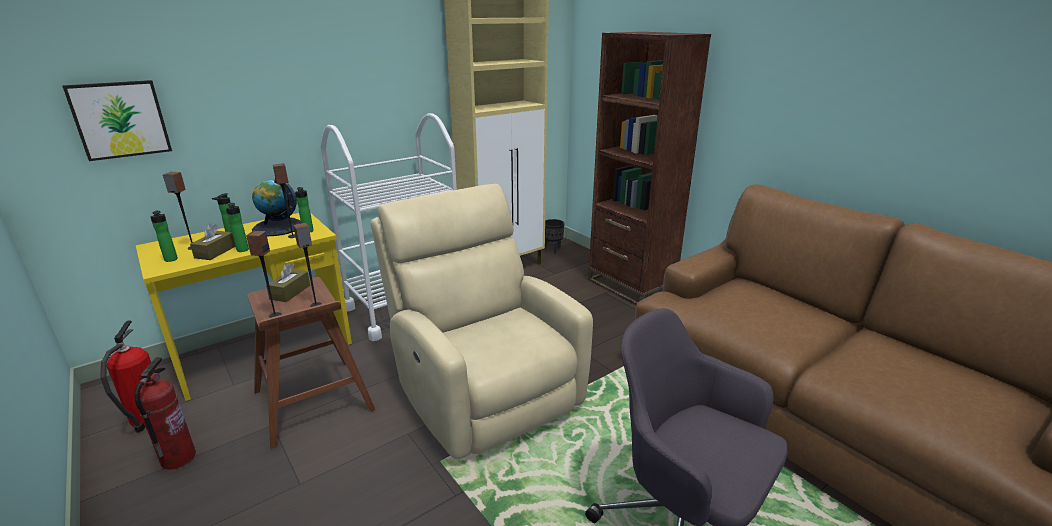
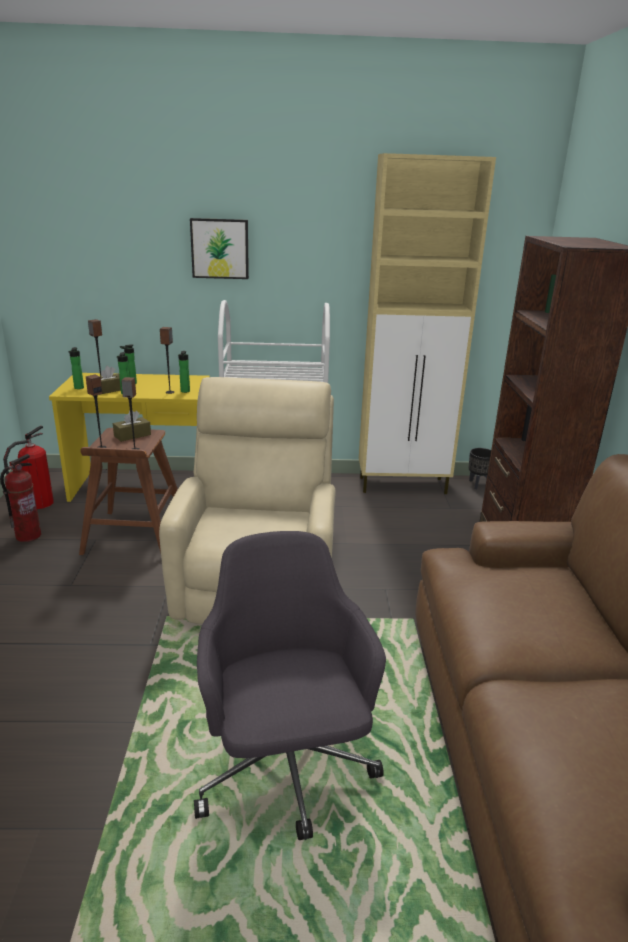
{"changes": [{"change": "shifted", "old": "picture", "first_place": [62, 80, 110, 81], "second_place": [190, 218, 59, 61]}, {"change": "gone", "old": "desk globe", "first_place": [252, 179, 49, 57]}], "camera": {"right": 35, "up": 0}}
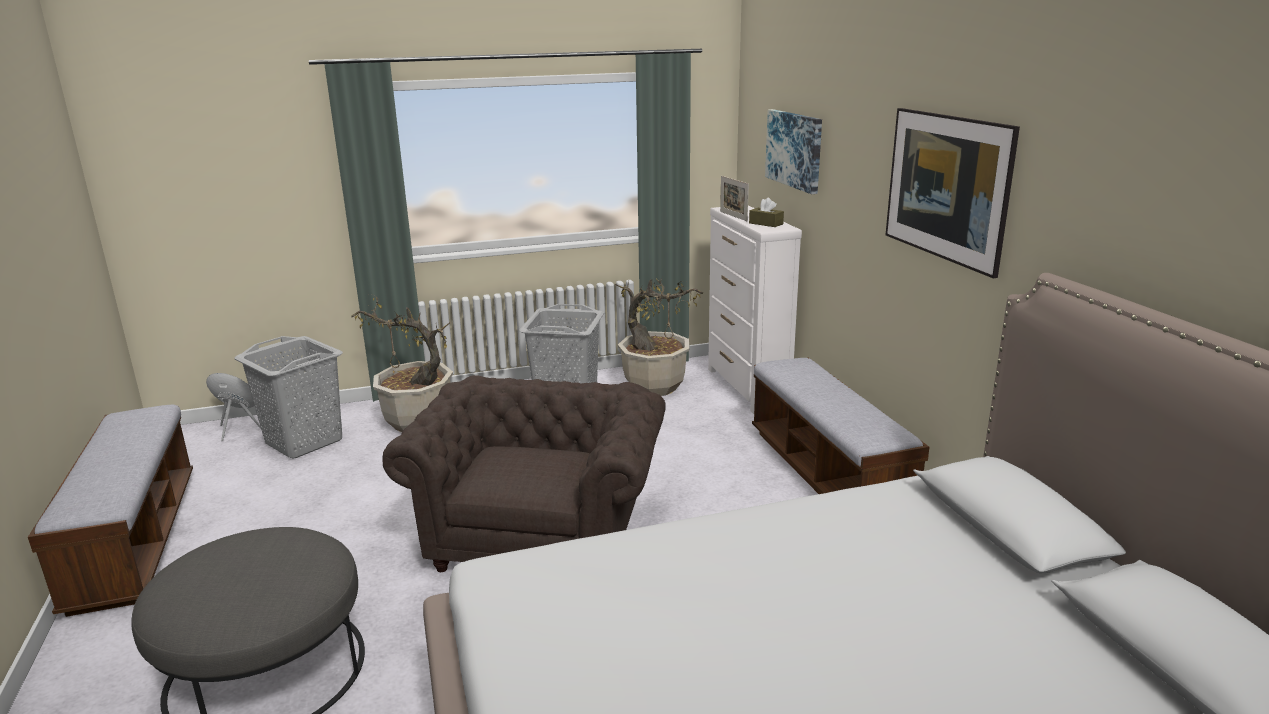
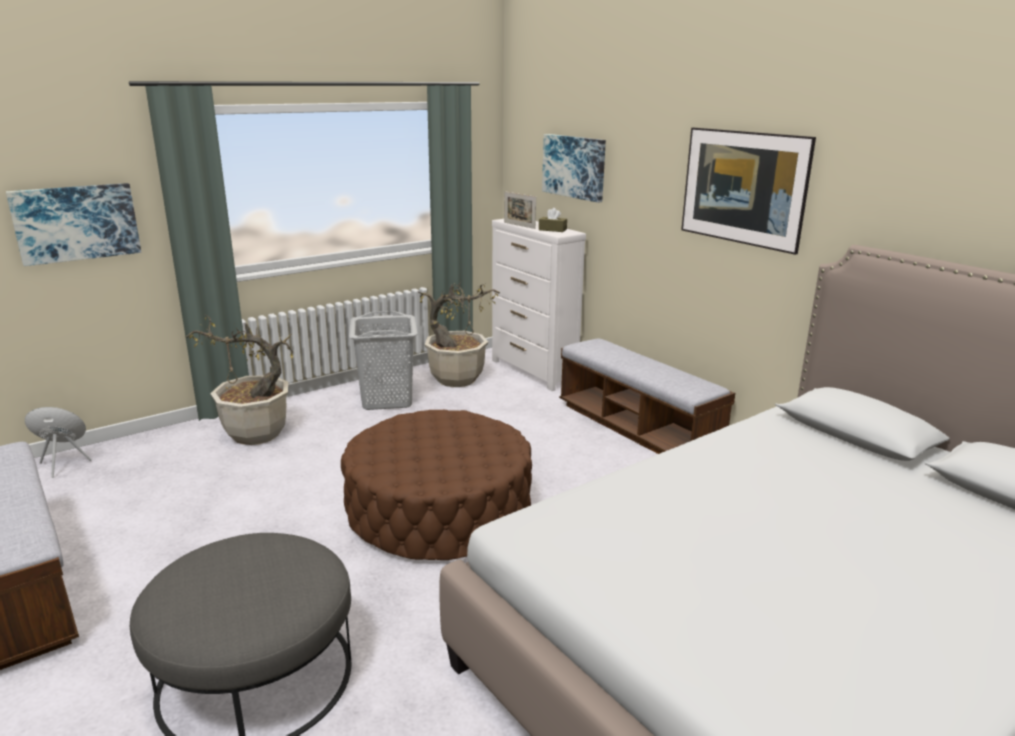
{"changes": [{"change": "gone", "old": "washing basket in gray", "first_place": [234, 336, 109, 123]}, {"change": "swapped", "old": "easy chair in brownish", "new": "ottoman in brownish", "first_place": [383, 375, 282, 197], "second_place": [341, 410, 191, 150]}, {"change": "new", "new": "picture", "second_place": [6, 183, 135, 83]}], "camera": {"right": -20, "up": 0}}
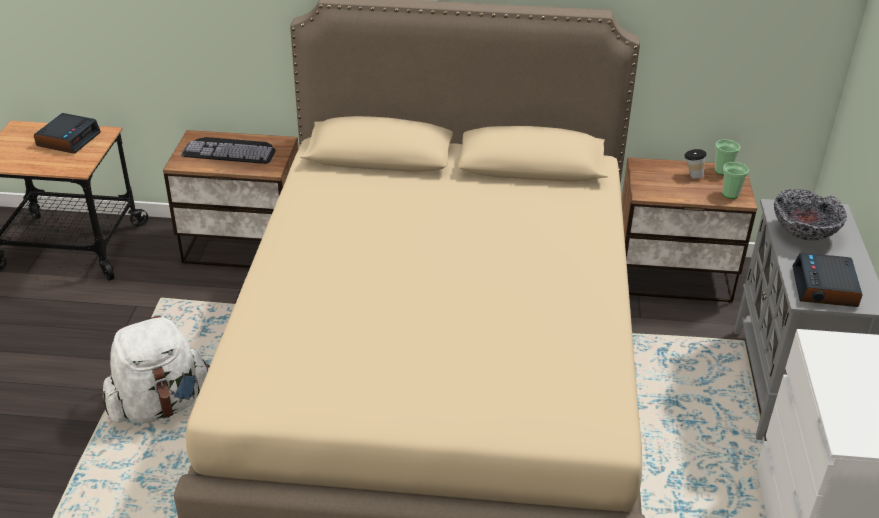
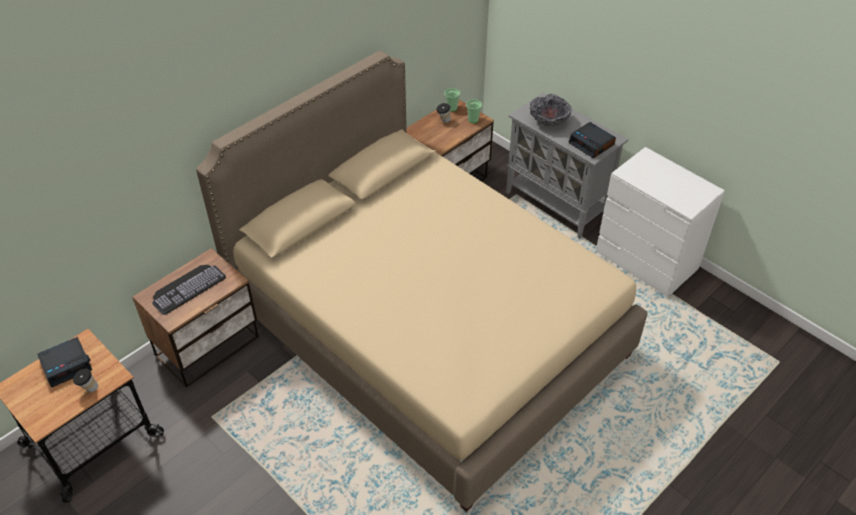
{"changes": [{"change": "rotated", "old": "table clock", "first_place": [34, 113, 67, 41], "second_place": [37, 337, 55, 51], "degrees": 90}, {"change": "gone", "old": "backpack in white", "first_place": [102, 316, 108, 108]}, {"change": "new", "new": "drinking cup", "second_place": [73, 369, 25, 23]}], "camera": {"right": -50, "up": 10}}
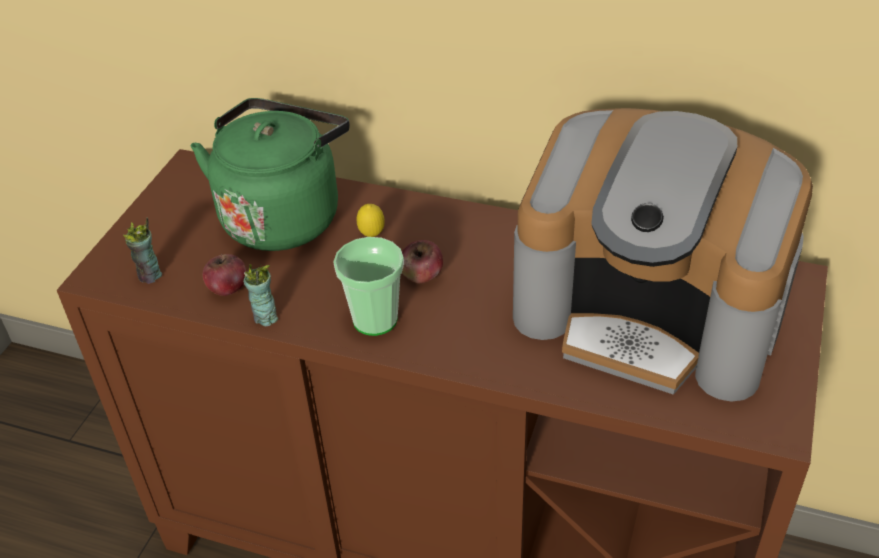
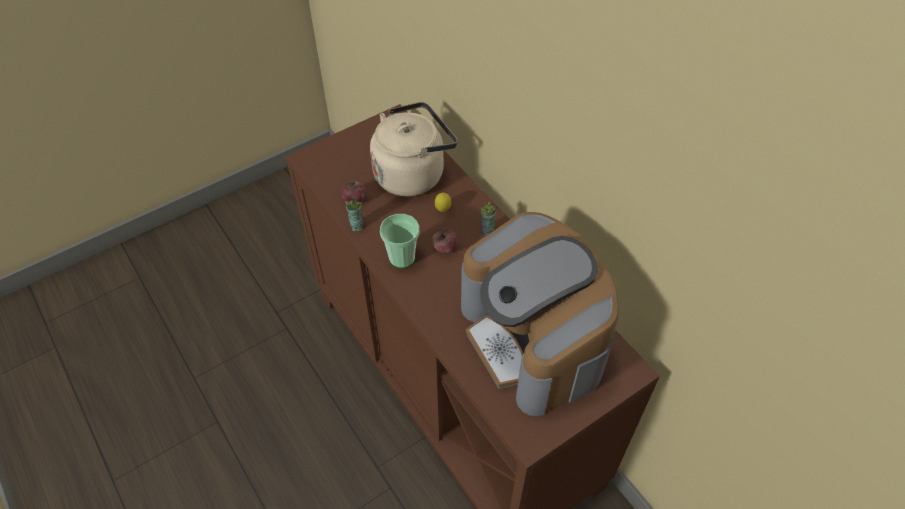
{"changes": [{"change": "shifted", "old": "drinking cup", "first_place": [123, 218, 39, 66], "second_place": [481, 202, 16, 34]}, {"change": "repainted", "old": "water kettle in greenish", "new": "water kettle in sand-coloured", "first_place": [191, 98, 159, 153], "second_place": [370, 102, 88, 94]}], "camera": {"right": 35, "up": 10}}
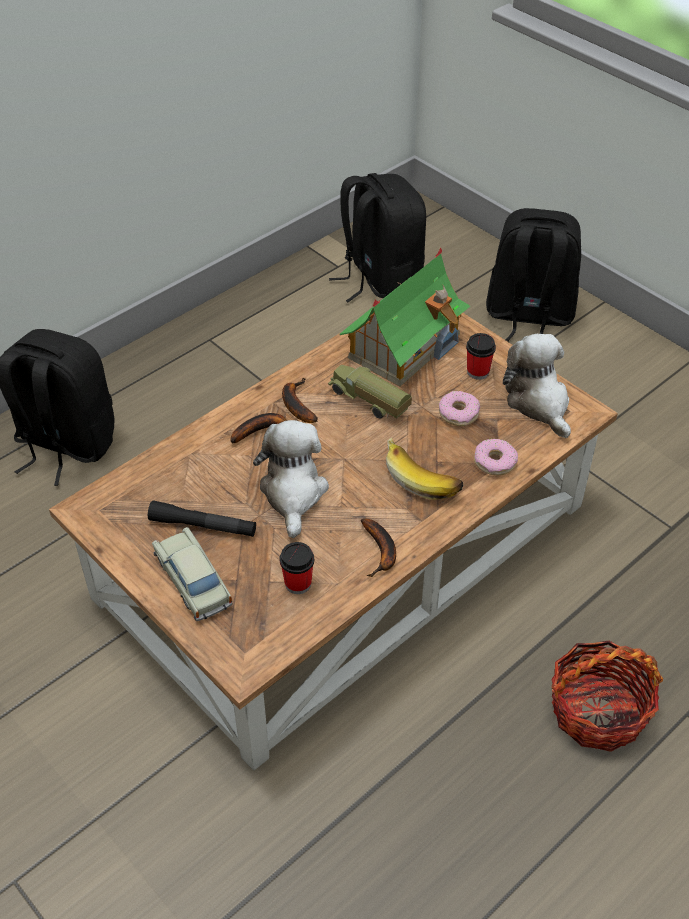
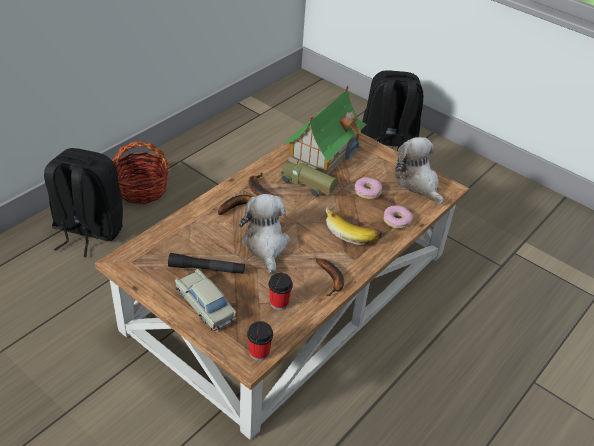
{"changes": [{"change": "gone", "old": "backpack in black-coloured", "first_place": [329, 173, 97, 129]}, {"change": "shifted", "old": "drinking cup", "first_place": [466, 333, 30, 47], "second_place": [247, 321, 26, 40]}, {"change": "shifted", "old": "basket", "first_place": [551, 641, 112, 111], "second_place": [112, 141, 58, 63]}], "camera": {"right": -10, "up": -5}}
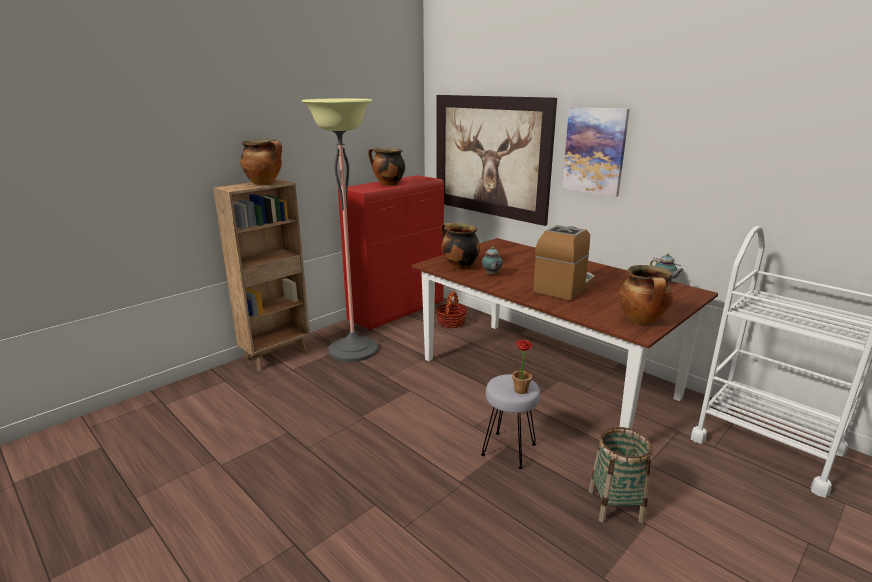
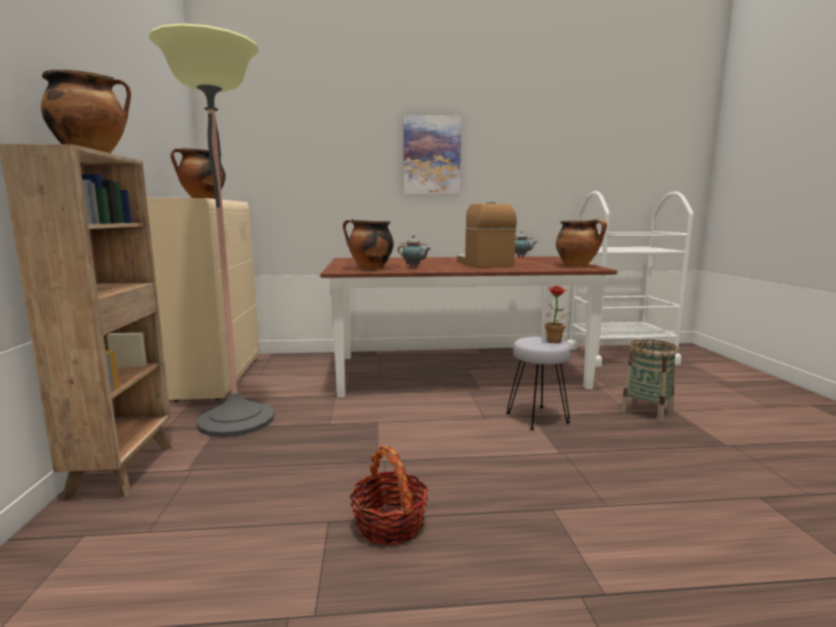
{"changes": [{"change": "repainted", "old": "storage cabinet in red-coloured", "new": "storage cabinet in sand-coloured", "first_place": [338, 175, 106, 156], "second_place": [147, 198, 112, 204]}, {"change": "gone", "old": "picture", "first_place": [436, 95, 121, 131]}, {"change": "shifted", "old": "basket", "first_place": [436, 291, 31, 37], "second_place": [349, 446, 79, 99]}], "camera": {"right": -50, "up": -10}}
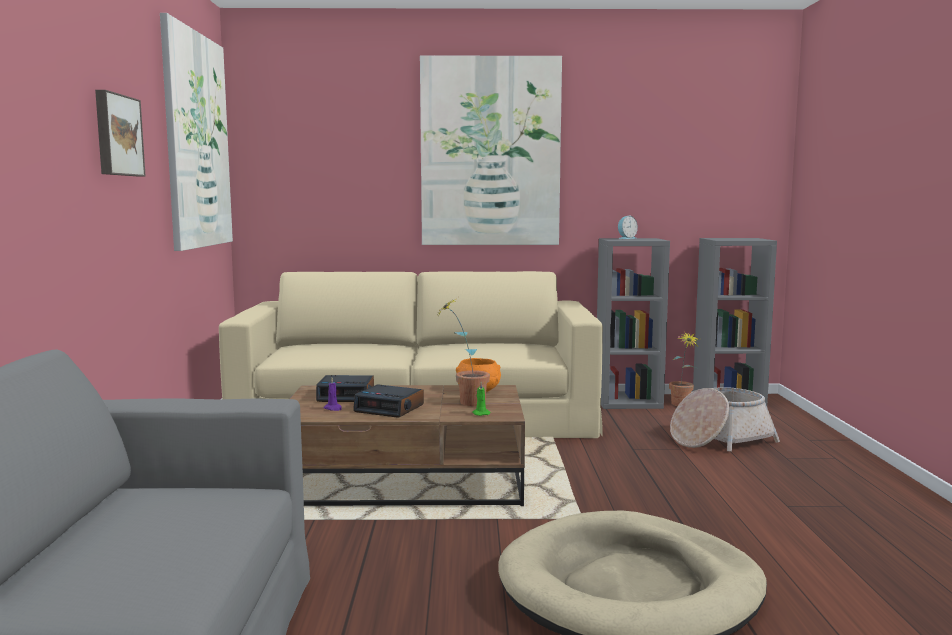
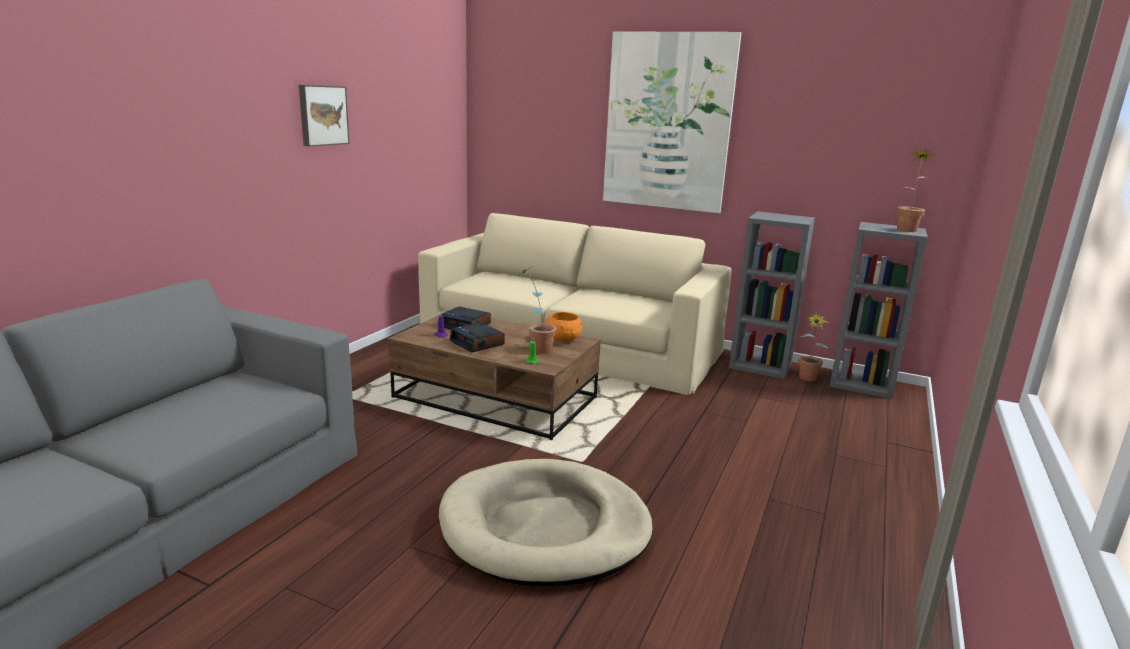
{"changes": [{"change": "gone", "old": "picture", "first_place": [160, 13, 73, 238]}, {"change": "gone", "old": "table clock", "first_place": [618, 216, 20, 23]}, {"change": "gone", "old": "basket", "first_place": [670, 387, 110, 65]}, {"change": "new", "new": "potted plant", "second_place": [897, 149, 39, 83]}], "camera": {"right": 25, "up": 10}}
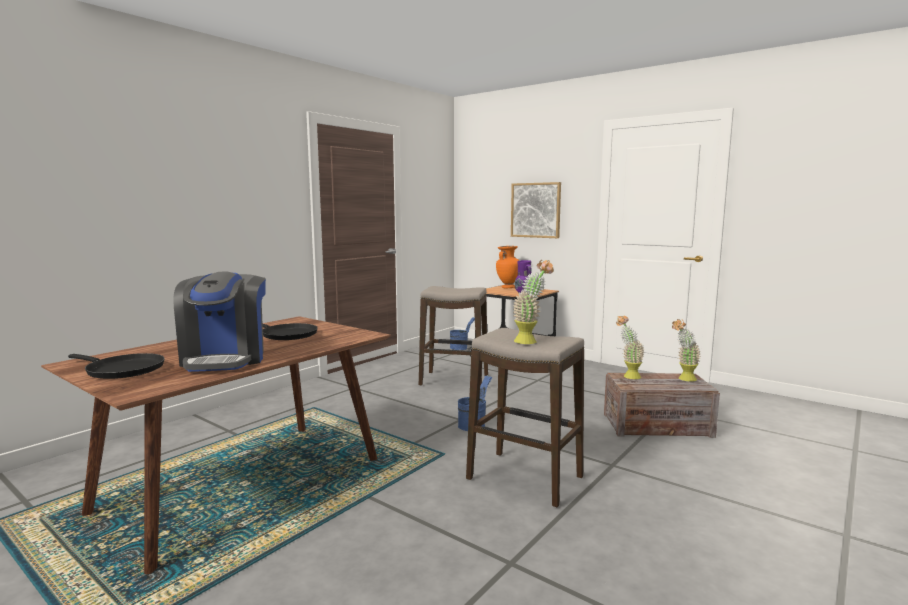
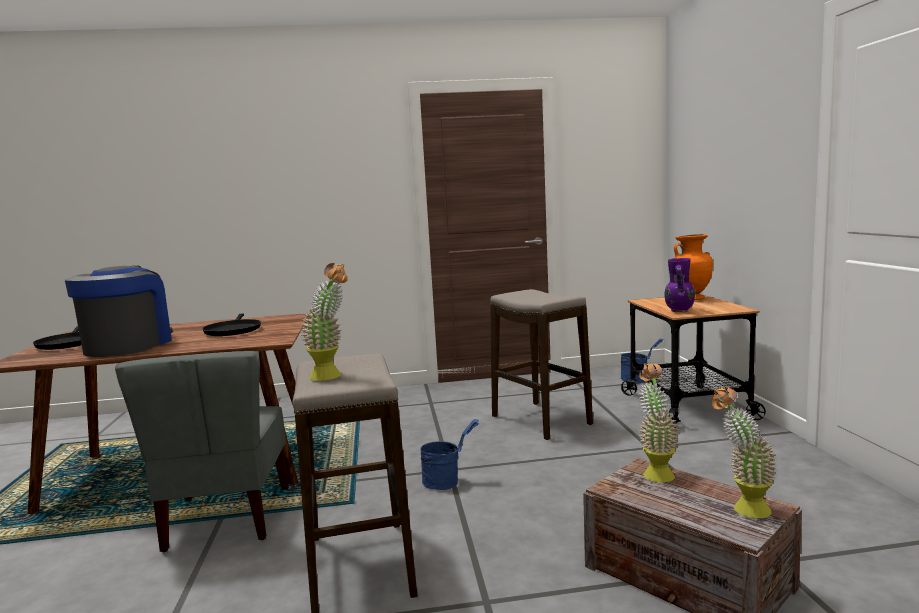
{"changes": [{"change": "rotated", "old": "coffee maker", "first_place": [173, 272, 93, 100], "second_place": [65, 266, 108, 91], "degrees": 150}, {"change": "gone", "old": "picture", "first_place": [511, 182, 50, 56]}, {"change": "new", "new": "plain chair in gray", "second_place": [115, 351, 173, 201]}], "camera": {"right": 45, "up": 0}}
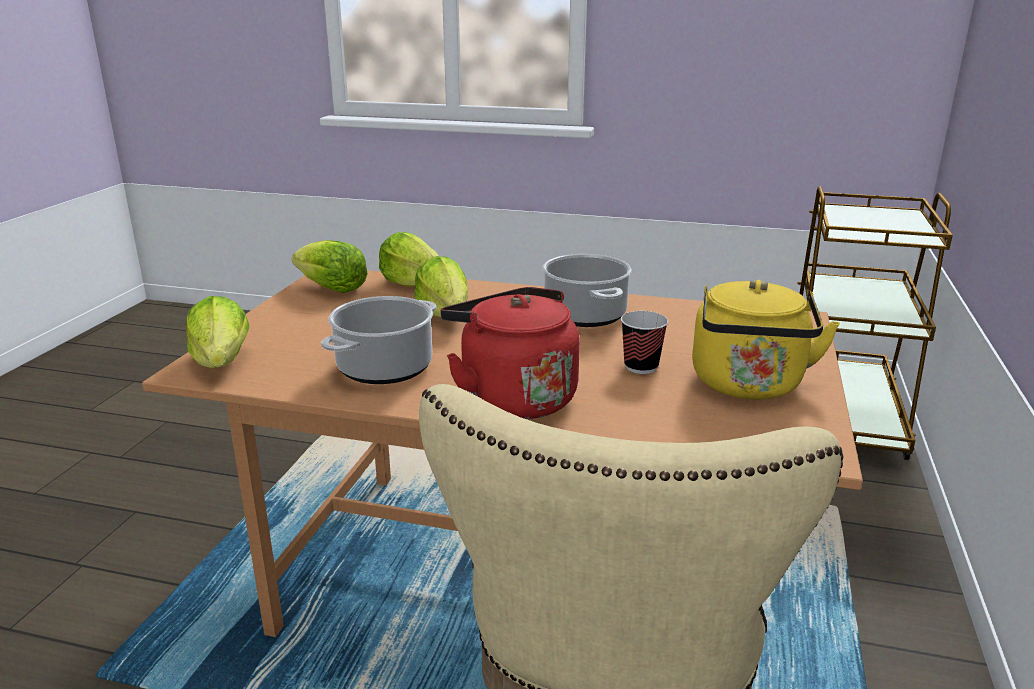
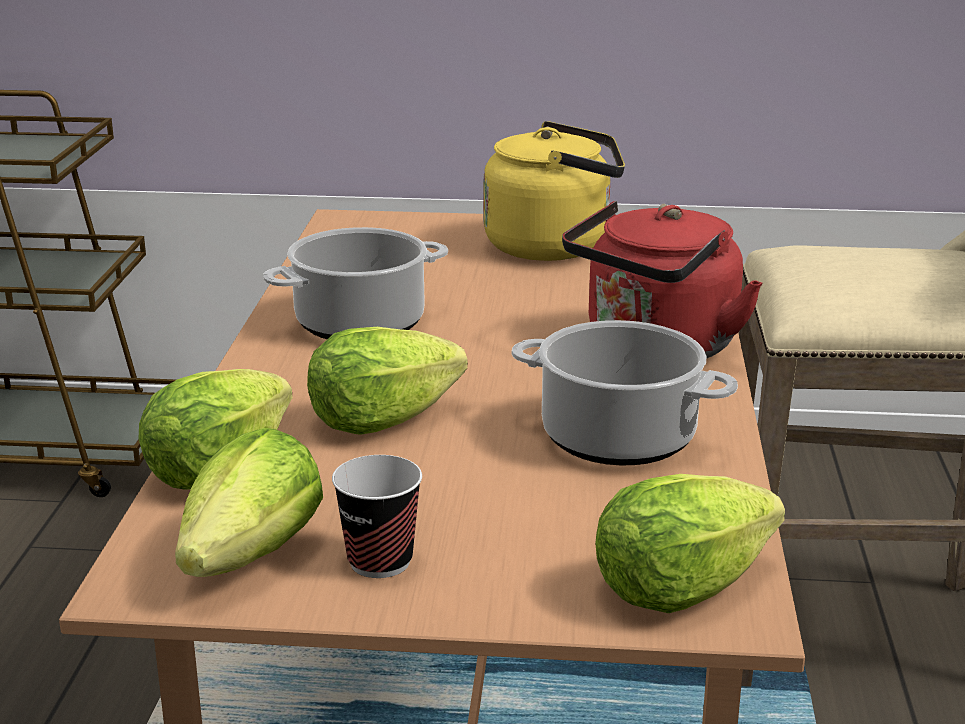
{"changes": [{"change": "shifted", "old": "drinking cup", "first_place": [621, 311, 47, 63], "second_place": [332, 455, 90, 123]}], "camera": {"right": -100, "up": 0}}
